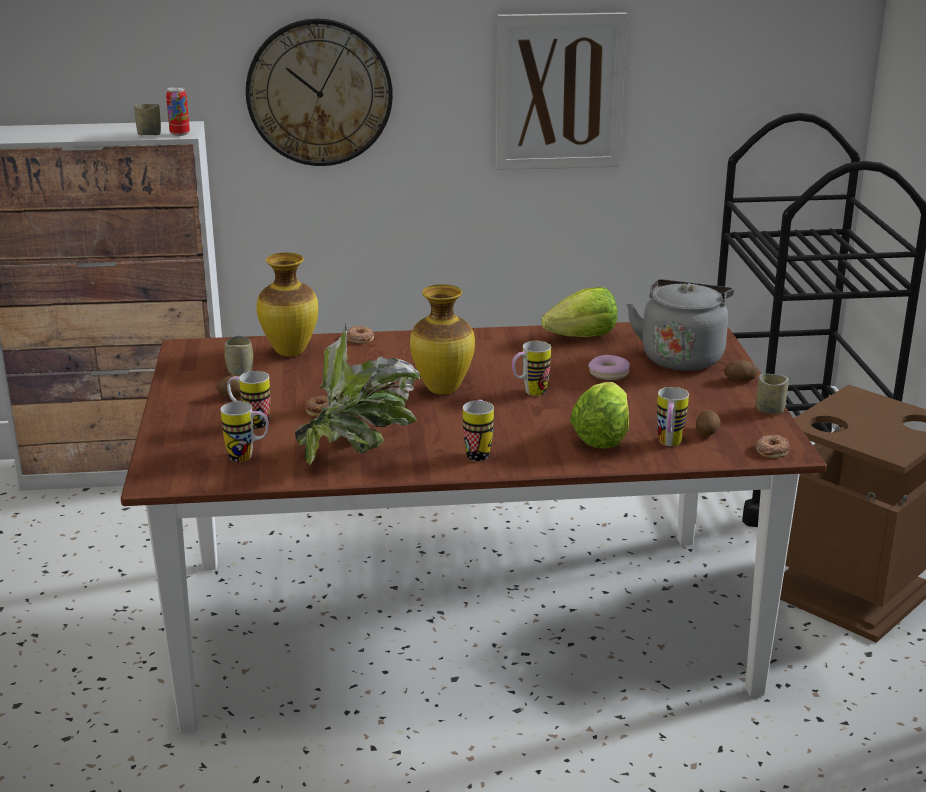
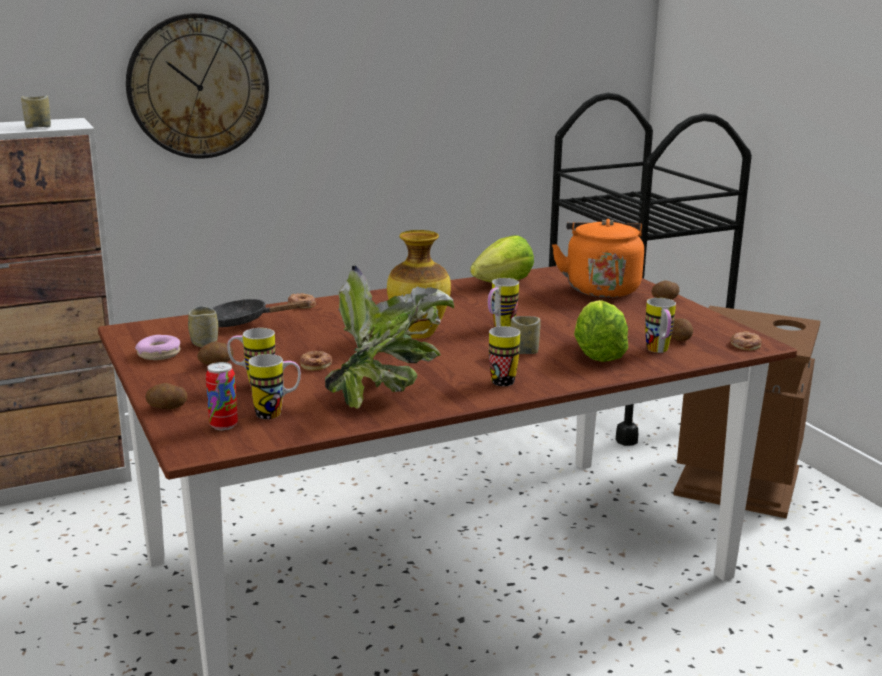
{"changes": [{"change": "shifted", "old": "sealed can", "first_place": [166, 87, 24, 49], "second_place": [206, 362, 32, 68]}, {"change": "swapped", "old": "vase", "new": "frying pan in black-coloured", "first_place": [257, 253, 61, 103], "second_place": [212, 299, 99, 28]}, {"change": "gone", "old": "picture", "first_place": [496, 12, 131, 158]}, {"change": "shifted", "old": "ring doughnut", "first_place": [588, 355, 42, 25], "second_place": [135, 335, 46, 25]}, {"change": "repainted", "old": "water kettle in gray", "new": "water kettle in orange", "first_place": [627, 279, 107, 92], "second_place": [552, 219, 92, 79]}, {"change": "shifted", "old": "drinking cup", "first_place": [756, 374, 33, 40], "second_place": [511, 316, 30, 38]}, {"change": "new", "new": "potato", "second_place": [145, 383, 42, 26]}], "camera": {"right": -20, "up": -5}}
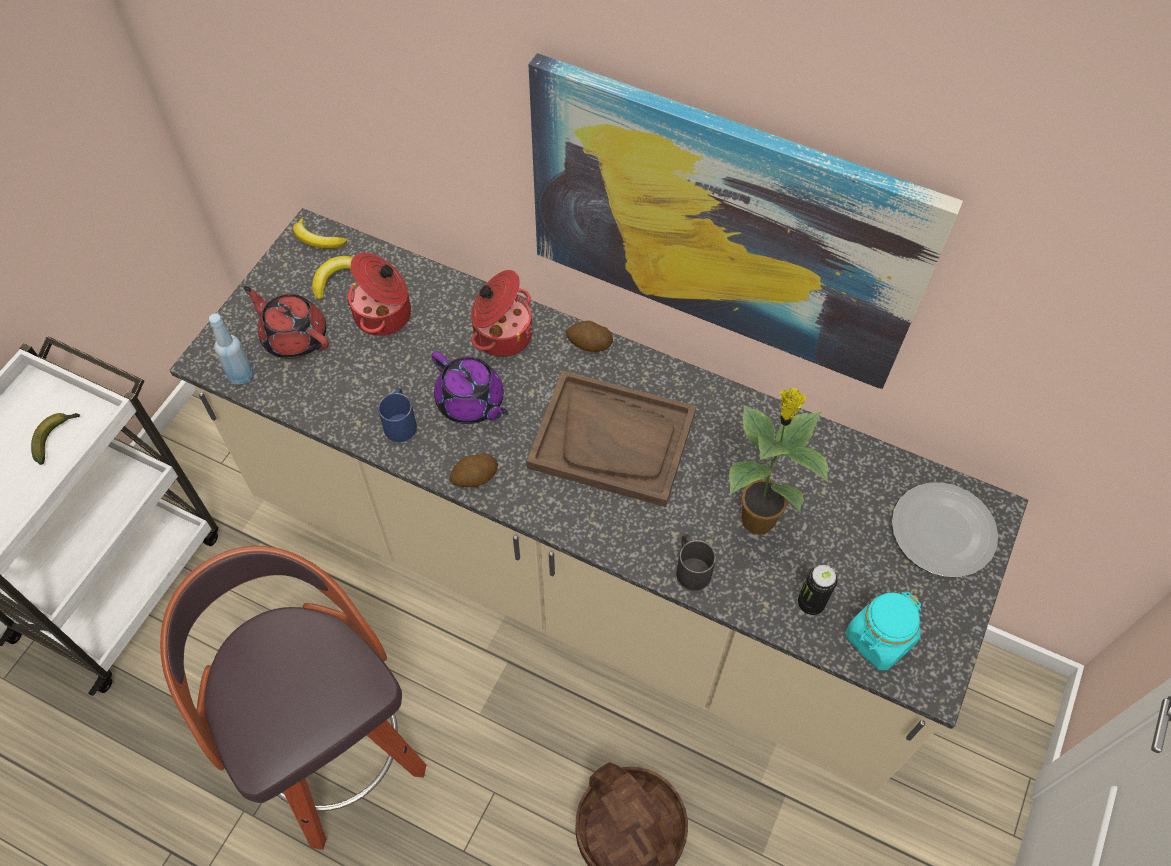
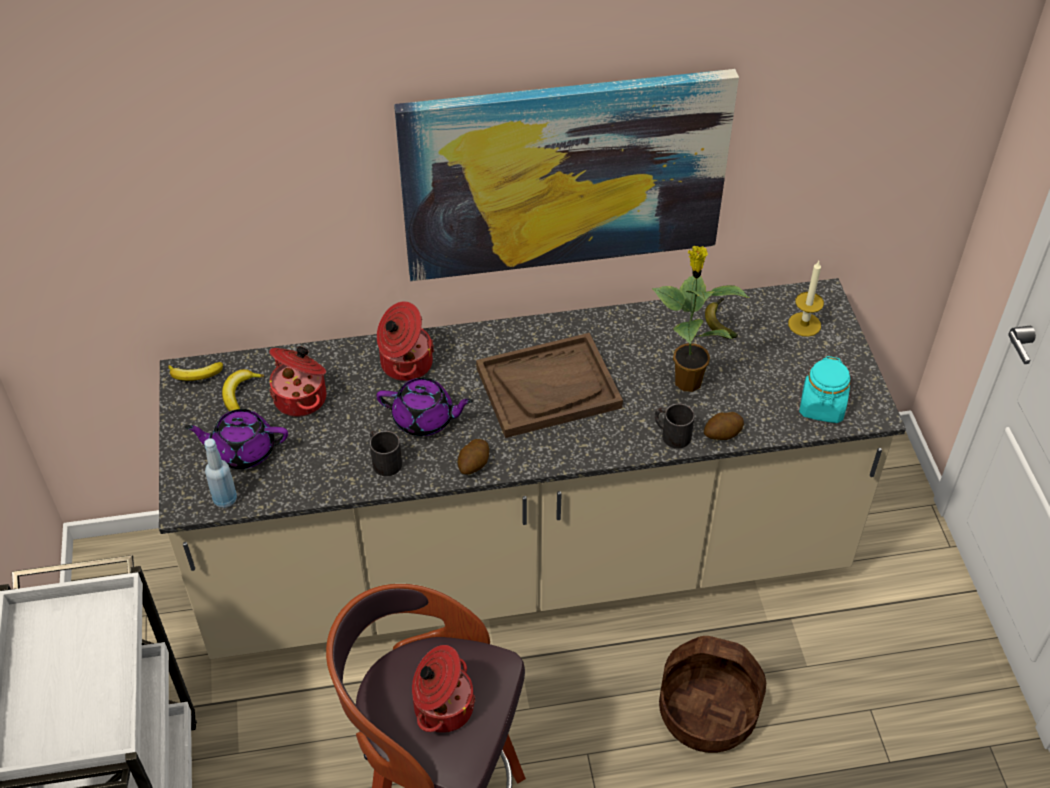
{"changes": [{"change": "shifted", "old": "banana fruit", "first_place": [31, 413, 49, 52], "second_place": [705, 298, 33, 41]}, {"change": "repainted", "old": "pot for tea in red-coloured", "new": "pot for tea in purple-coloured", "first_place": [243, 286, 86, 73], "second_place": [185, 409, 103, 60]}, {"change": "repainted", "old": "tea mug in blue", "new": "tea mug in black-coloured", "first_place": [378, 388, 39, 54], "second_place": [370, 431, 32, 45]}, {"change": "shifted", "old": "potato", "first_place": [566, 321, 47, 31], "second_place": [704, 412, 40, 28]}, {"change": "gone", "old": "sealed can", "first_place": [798, 565, 39, 50]}, {"change": "swapped", "old": "flat dish", "new": "candle", "first_place": [892, 483, 106, 94], "second_place": [788, 261, 36, 76]}, {"change": "new", "new": "cooking pot", "second_place": [412, 645, 64, 88]}], "camera": {"right": -35, "up": -10}}
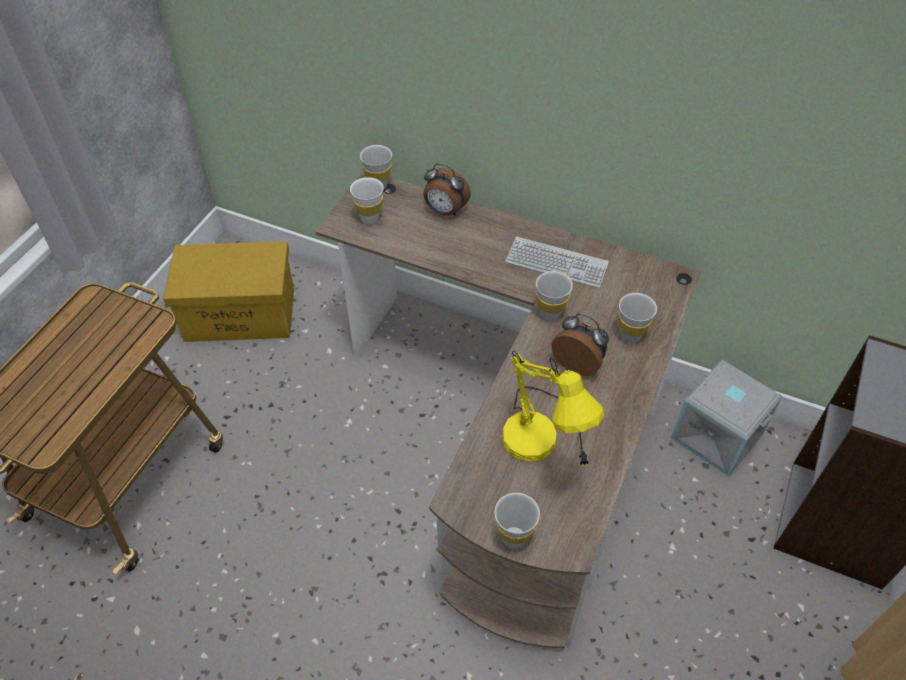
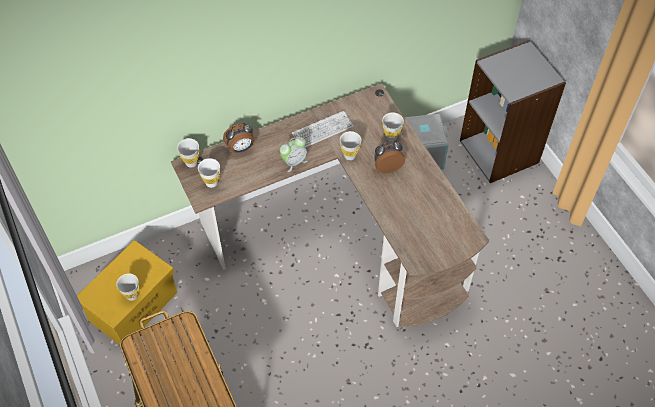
{"changes": [{"change": "shifted", "old": "drinking cup in white", "first_place": [495, 493, 45, 55], "second_place": [116, 273, 23, 28]}, {"change": "gone", "old": "table lamp in yellowish", "first_place": [502, 350, 103, 119]}, {"change": "new", "new": "table clock", "second_place": [280, 137, 27, 35]}], "camera": {"right": -50, "up": 5}}
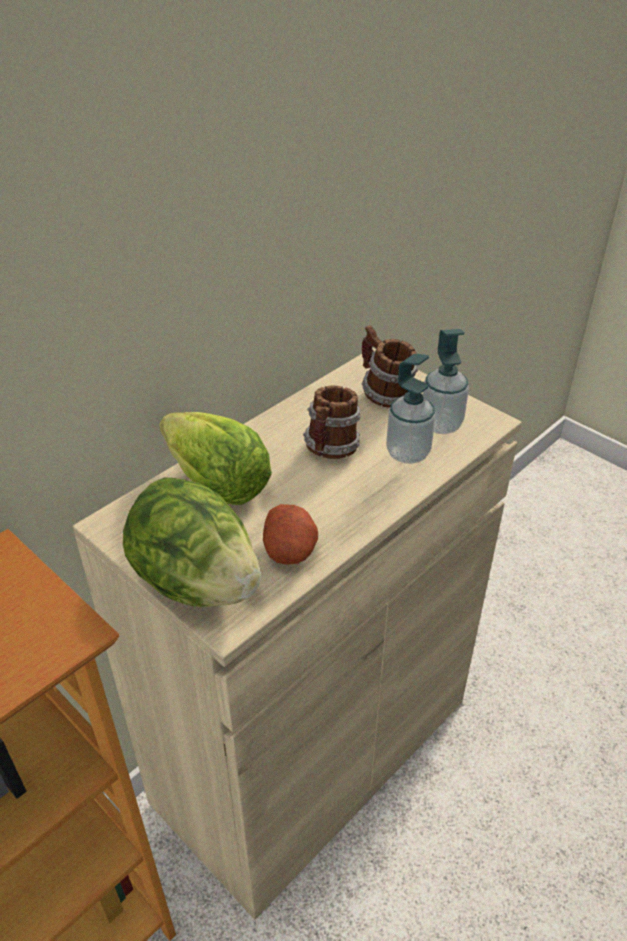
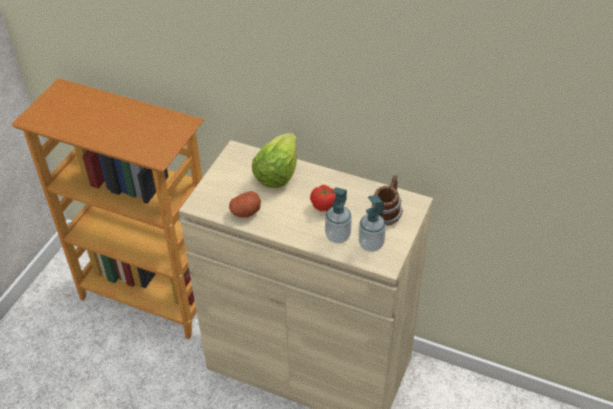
{"changes": [{"change": "gone", "old": "lettuce head", "first_place": [123, 477, 138, 130]}, {"change": "swapped", "old": "tea mug", "new": "tomato", "first_place": [303, 386, 58, 73], "second_place": [310, 185, 26, 26]}], "camera": {"right": 70, "up": 5}}
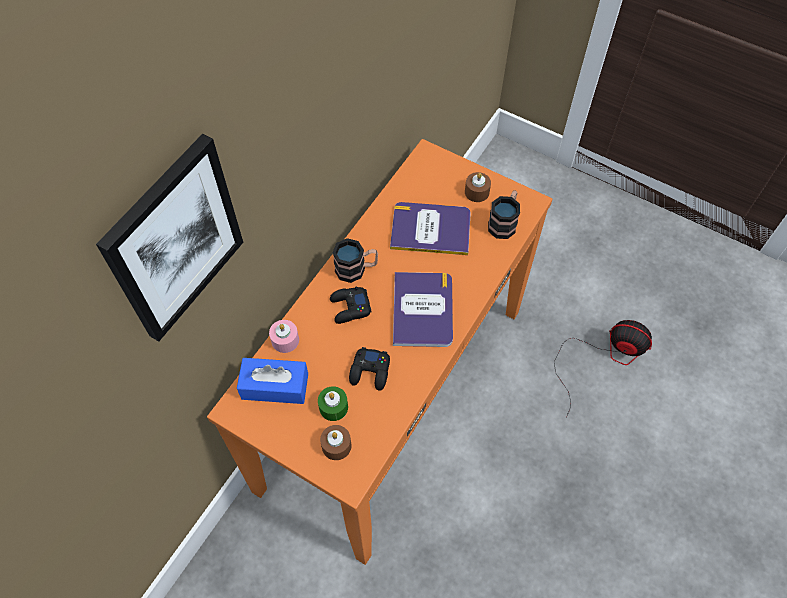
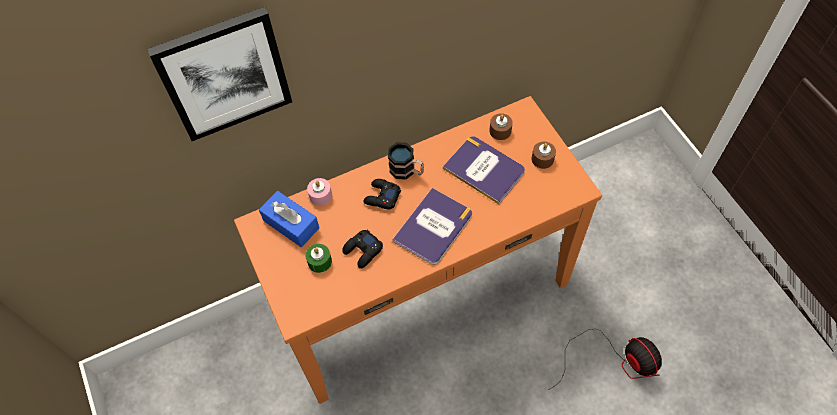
{"changes": [{"change": "shifted", "old": "candle in brownish", "first_place": [320, 425, 31, 35], "second_place": [489, 113, 24, 27]}, {"change": "gone", "old": "tea mug", "first_place": [488, 190, 32, 49]}], "camera": {"right": 35, "up": 0}}
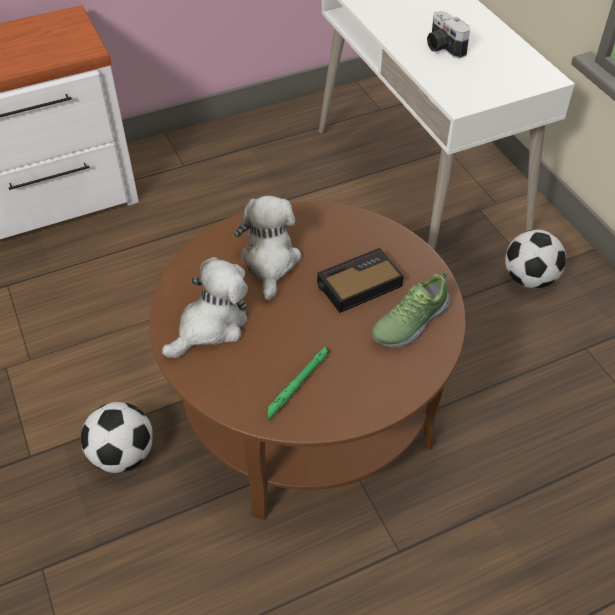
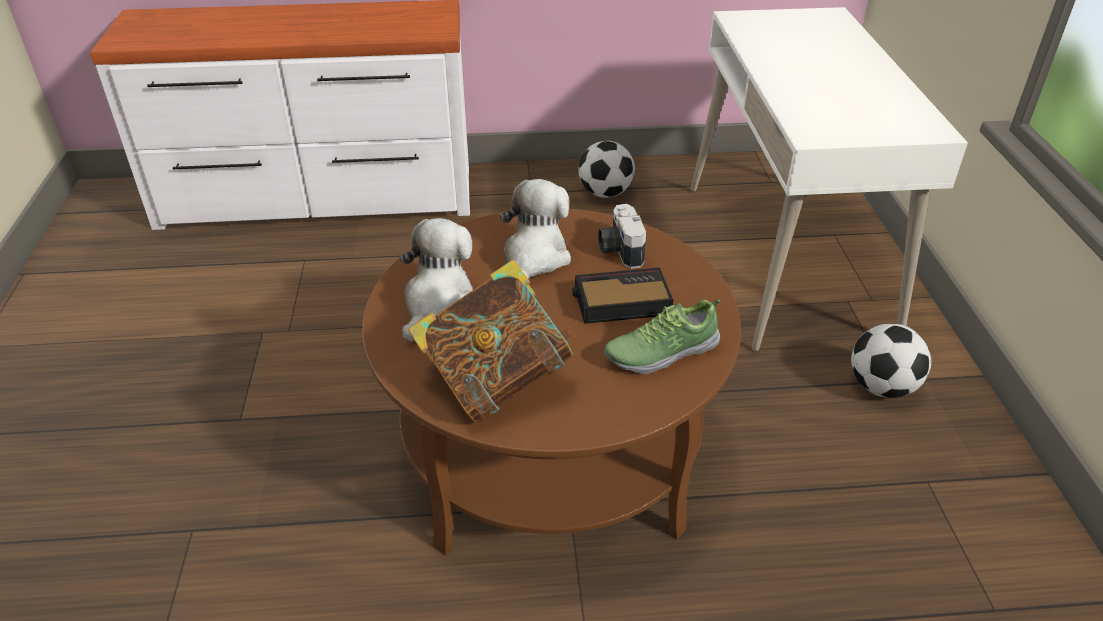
{"changes": [{"change": "shifted", "old": "ball for football", "first_place": [81, 402, 72, 71], "second_place": [578, 141, 57, 57]}, {"change": "rotated", "old": "cuddly toy", "first_place": [162, 257, 86, 101], "second_place": [400, 218, 73, 124], "degrees": -45}, {"change": "swapped", "old": "hand torch in greenish", "new": "bound book", "first_place": [268, 346, 61, 75], "second_place": [408, 259, 170, 163]}, {"change": "shifted", "old": "photo camera", "first_place": [427, 11, 43, 48], "second_place": [598, 204, 48, 65]}], "camera": {"right": 20, "up": -10}}
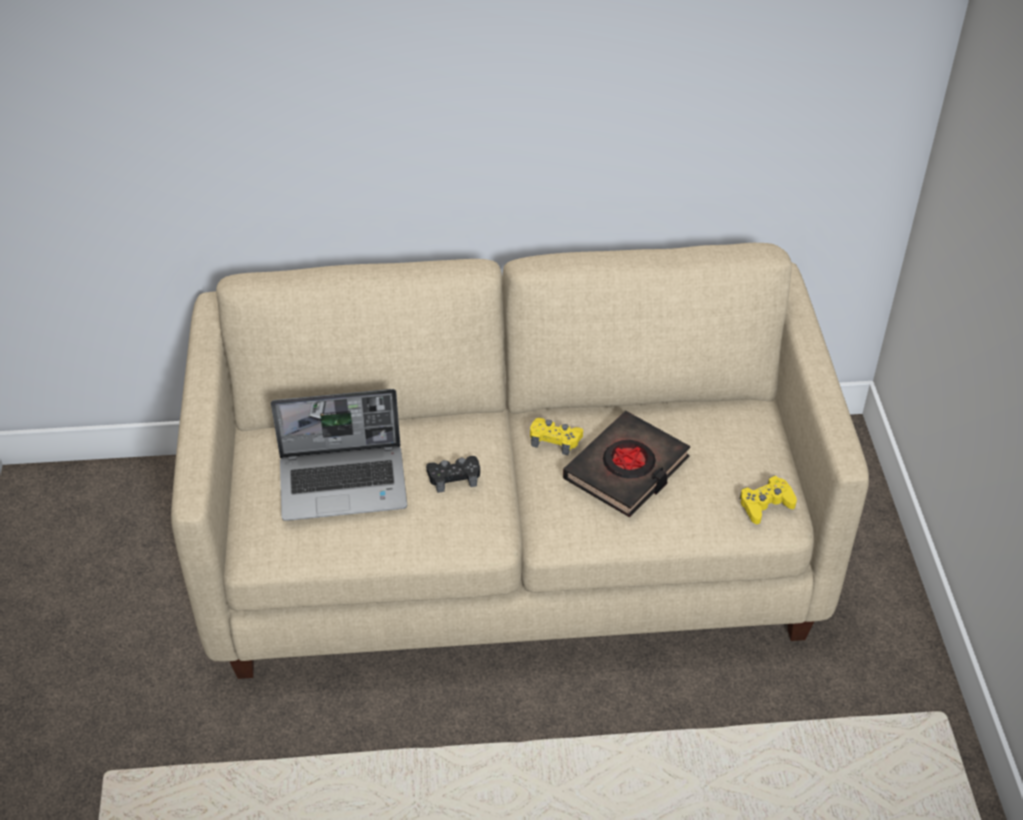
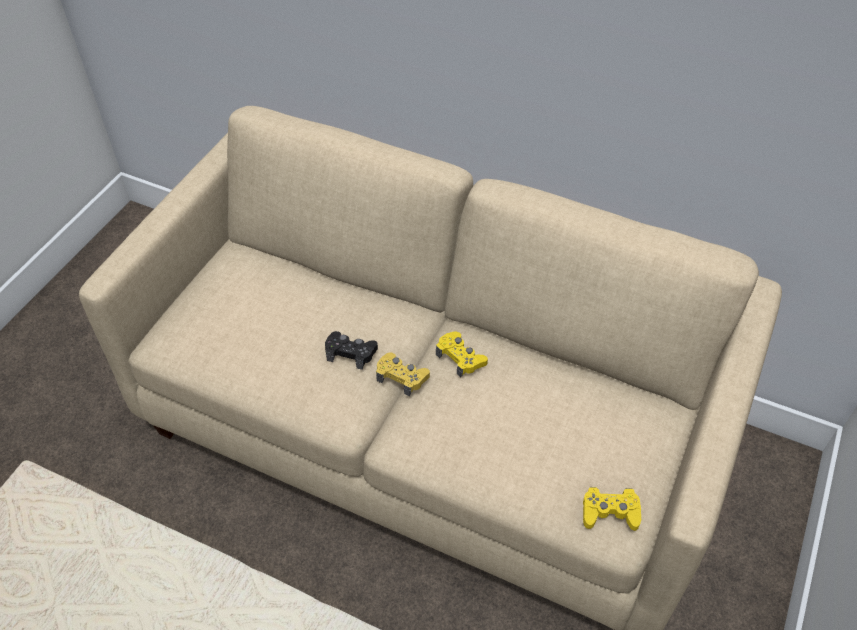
{"changes": [{"change": "gone", "old": "portable computer", "first_place": [271, 389, 136, 132]}, {"change": "gone", "old": "bound book in black-coloured", "first_place": [563, 411, 127, 107]}, {"change": "new", "new": "joypad in yellowish", "second_place": [376, 352, 54, 44]}], "camera": {"right": 30, "up": 5}}
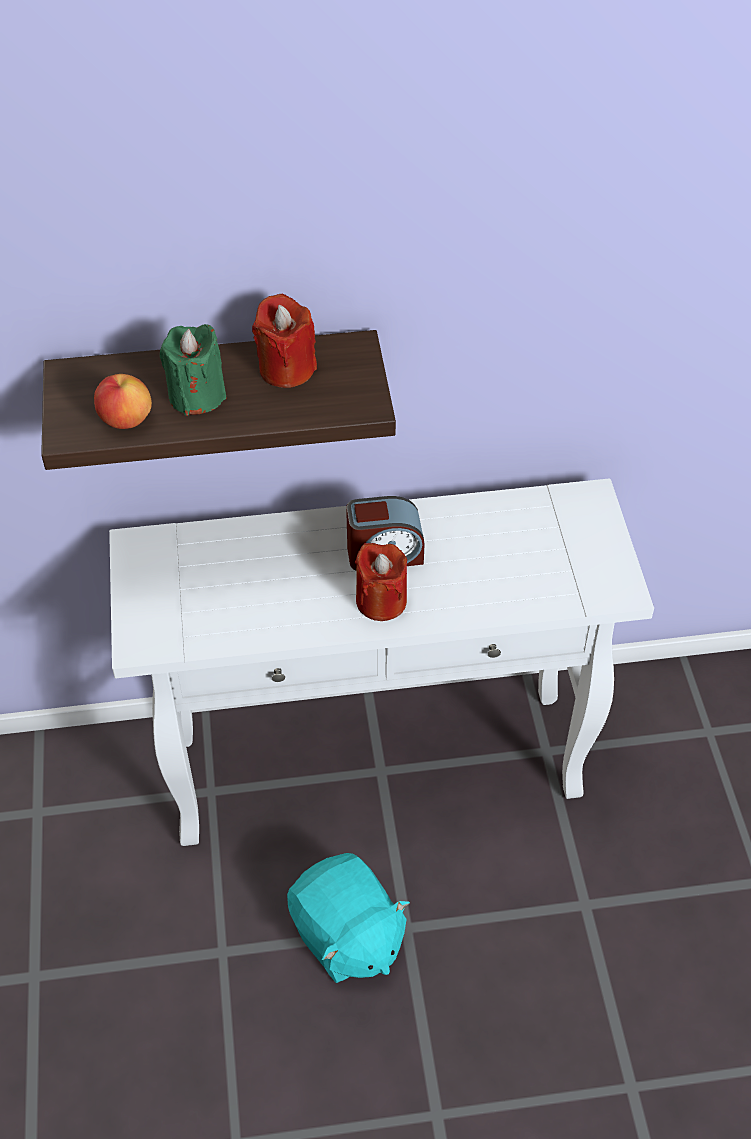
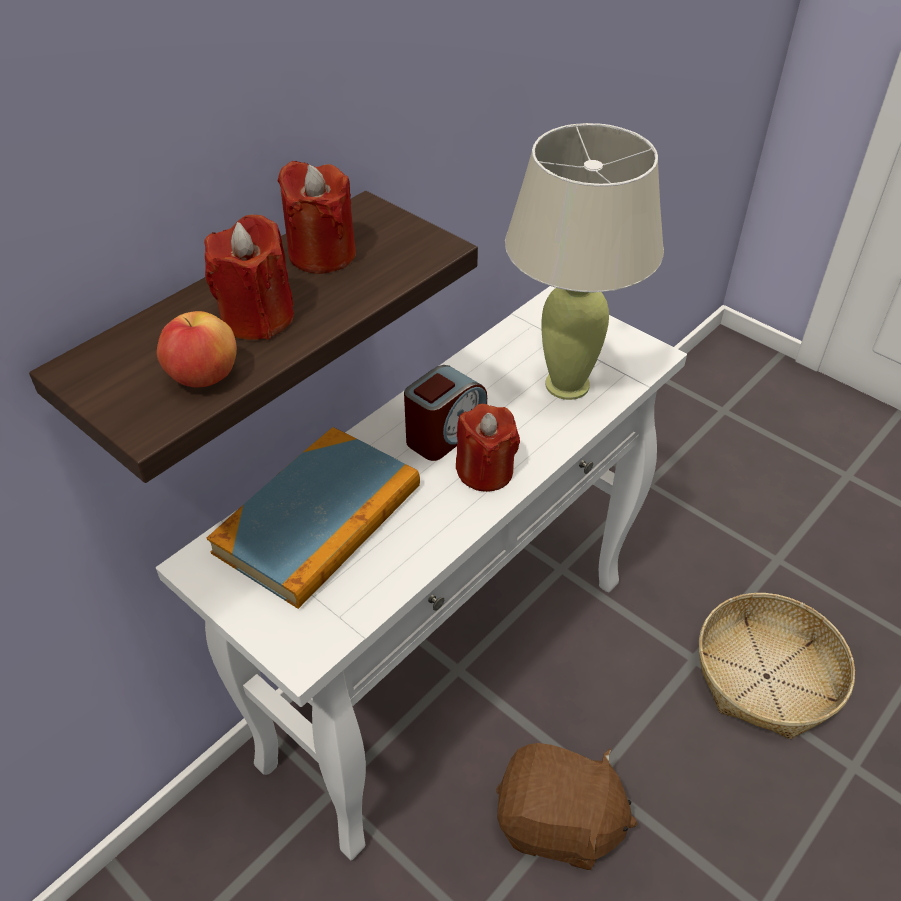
{"changes": [{"change": "repainted", "old": "candle in greenish", "new": "candle in red-coloured", "first_place": [160, 324, 67, 92], "second_place": [204, 215, 90, 125]}, {"change": "repainted", "old": "cuddly toy in turquoise", "new": "cuddly toy in brownish", "first_place": [287, 853, 123, 130], "second_place": [496, 743, 141, 127]}, {"change": "new", "new": "bound book", "second_place": [207, 427, 213, 182]}, {"change": "new", "new": "table lamp in sand-coloured", "second_place": [505, 123, 159, 277]}, {"change": "new", "new": "basket", "second_place": [699, 593, 156, 146]}], "camera": {"right": -40, "up": -5}}
